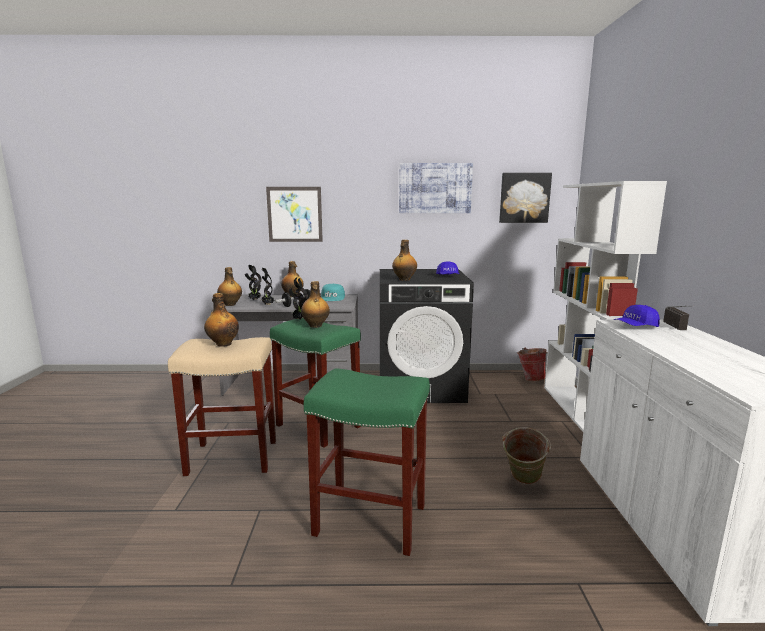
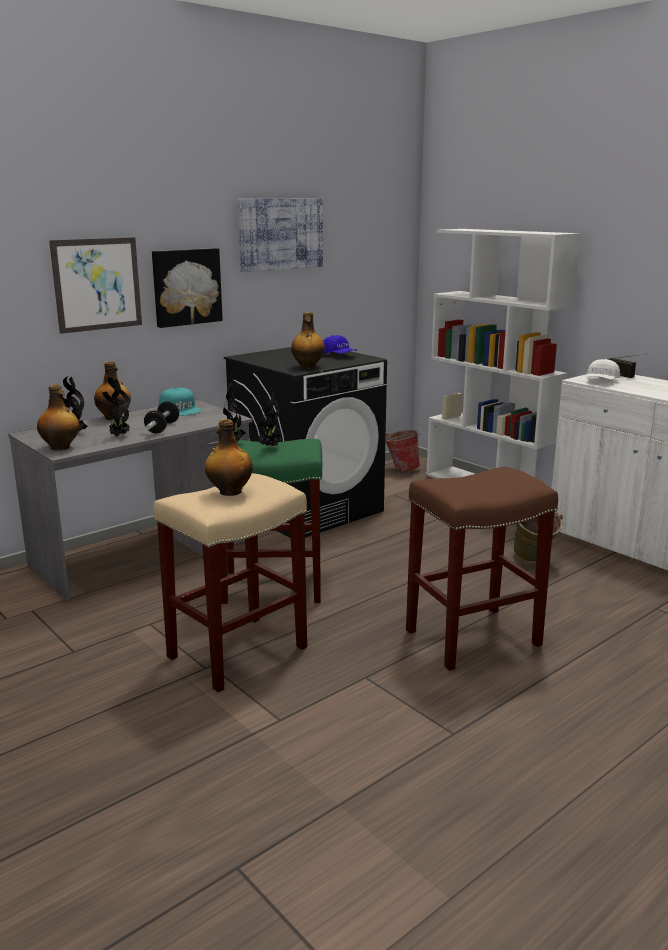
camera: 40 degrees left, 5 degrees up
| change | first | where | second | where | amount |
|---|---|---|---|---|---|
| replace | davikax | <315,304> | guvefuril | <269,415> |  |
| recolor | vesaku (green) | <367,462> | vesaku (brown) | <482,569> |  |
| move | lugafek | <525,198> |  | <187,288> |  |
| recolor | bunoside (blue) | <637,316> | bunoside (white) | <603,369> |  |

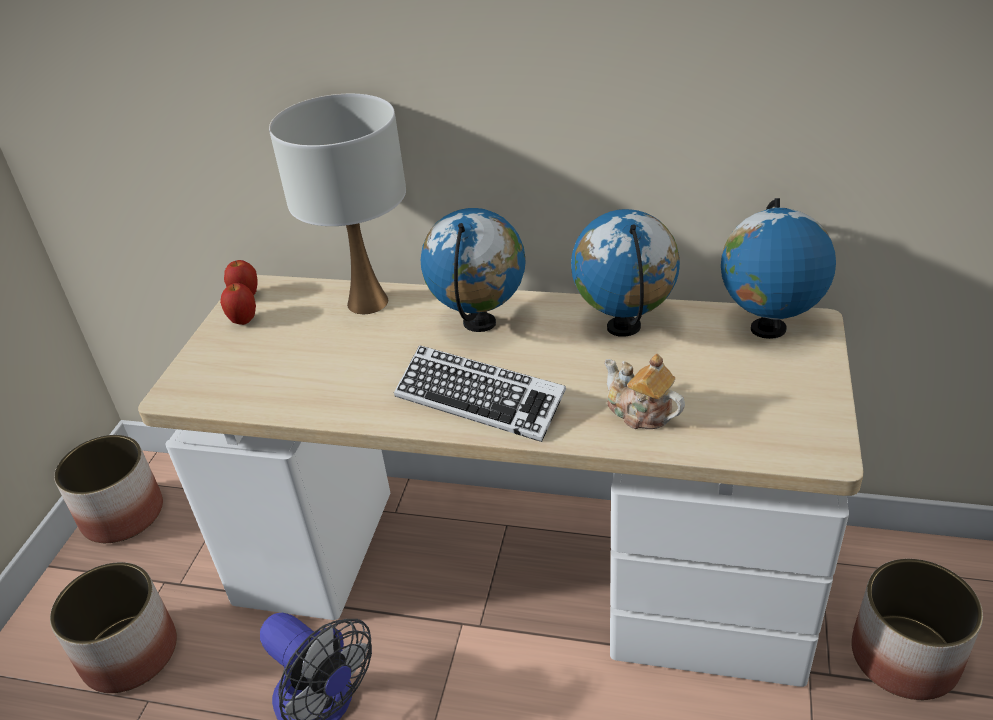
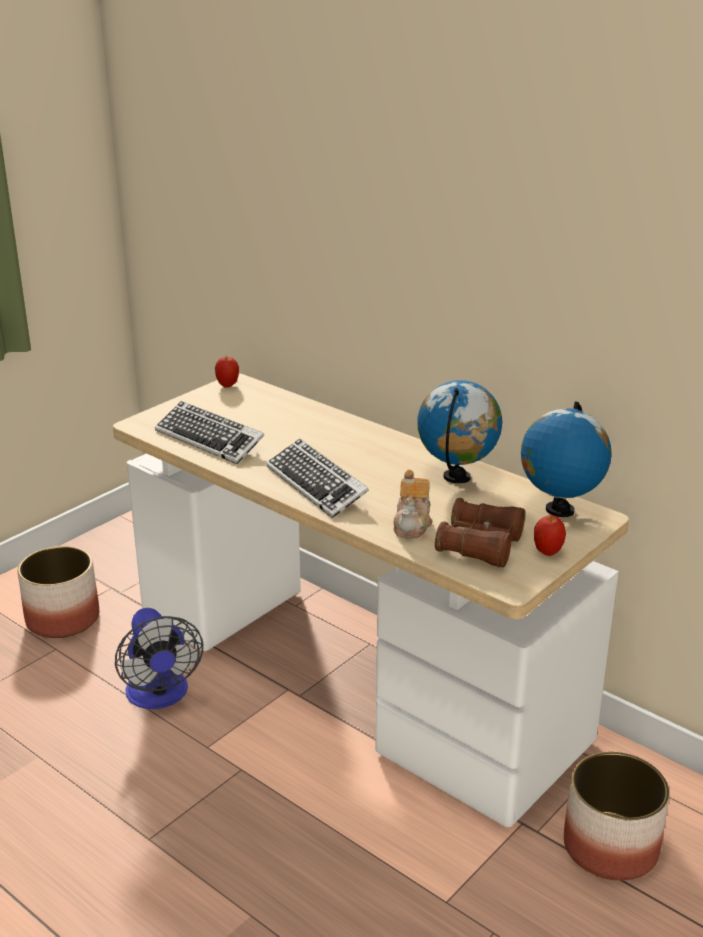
camera: 25 degrees right, 10 degrees down
| change | first | where | second | where | amount |
|---|---|---|---|---|---|
| delete | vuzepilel | <108,489> |  |  |  |
| move | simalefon | <238,304> |  | <550,535> |  |
| delete | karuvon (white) | <337,204> |  |  |  |
| delete | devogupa | <473,270> |  |  |  |
| rotate | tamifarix | <644,391> |  | <413,504> | 150 degrees counterclockwise |
| insert |  |  | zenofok | <209,432> |  |
| insert |  |  | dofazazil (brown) | <480,532> |  |

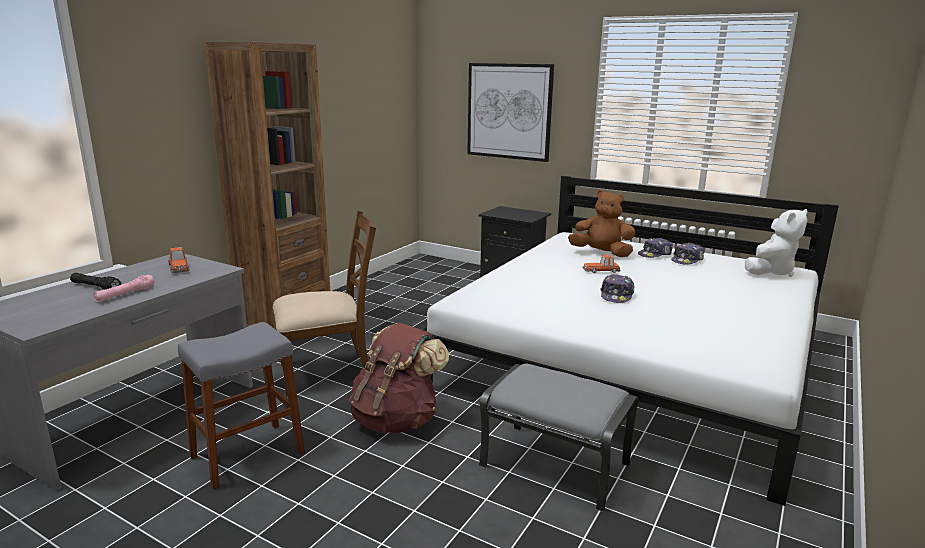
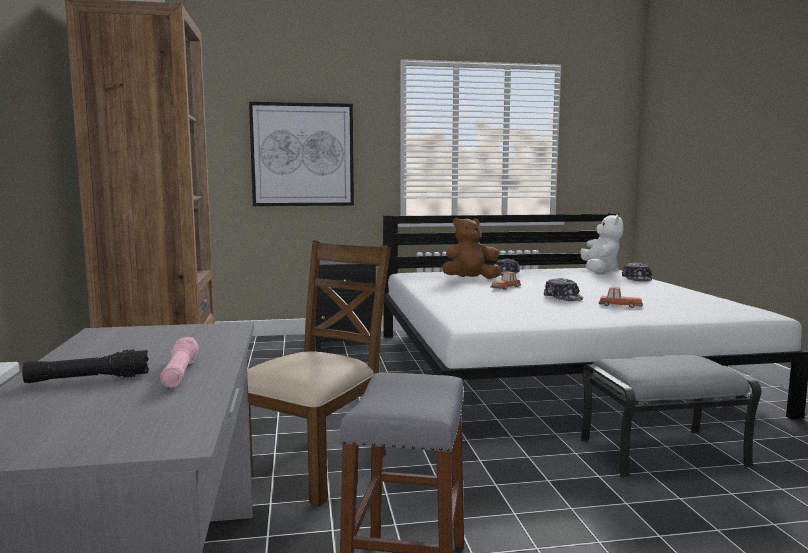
camera: 40 degrees left, 10 degrees down
| change | first | where | second | where | amount |
|---|---|---|---|---|---|
| move | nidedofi | <179,260> |  | <621,297> |  |
| delete | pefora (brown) | <399,378> |  |  |  |
| move | bunoside | <688,254> |  | <637,271> |  |

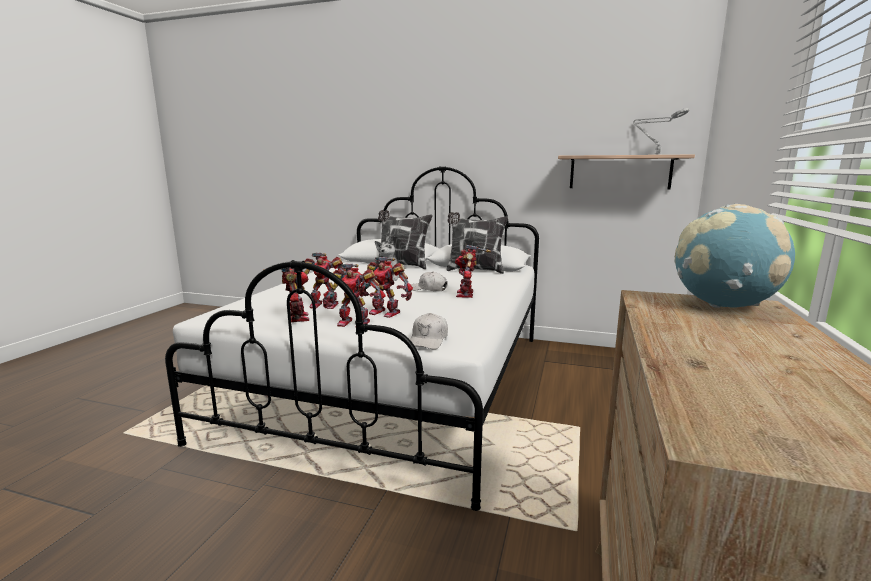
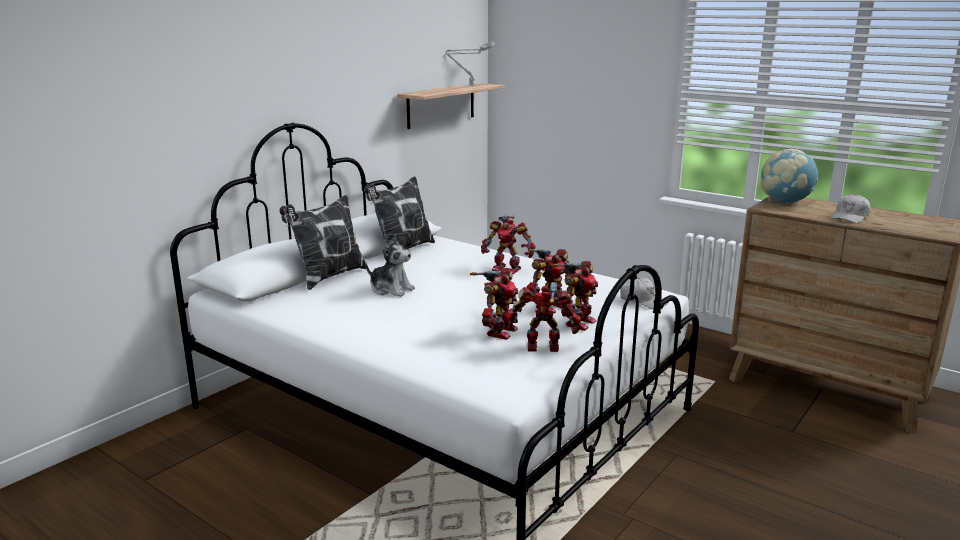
camera: 70 degrees left, 5 degrees up
| change | first | where | second | where | amount |
|---|---|---|---|---|---|
| move | bunoside (white) | <429,281> |  | <851,208> |  |

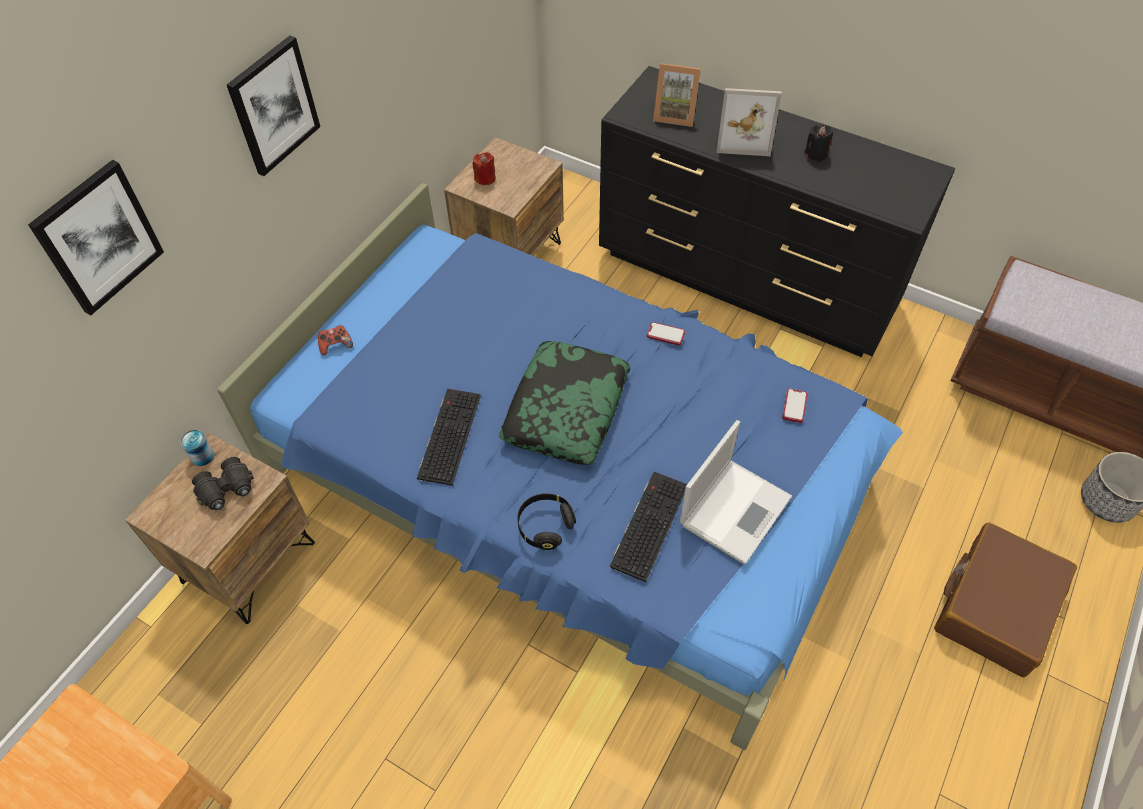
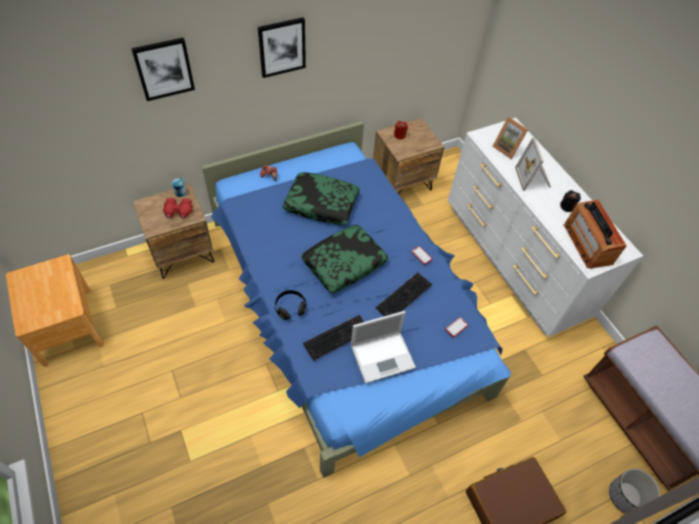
camera: 30 degrees right, 0 degrees up
| change | first | where | second | where | amount |
|---|---|---|---|---|---|
| recolor | dofazazil (black) | <223,483> | dofazazil (red) | <178,208> |  |
| move | zenofok | <449,437> |  | <403,294> |  |
| recolor | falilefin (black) | <777,211> | falilefin (white) | <545,227> |  |
| rotate | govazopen | <749,122> |  | <533,164> | 45 degrees clockwise |
| insert |  |  | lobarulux | <321,198> |  |
| insert |  |  | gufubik | <595,234> |  |

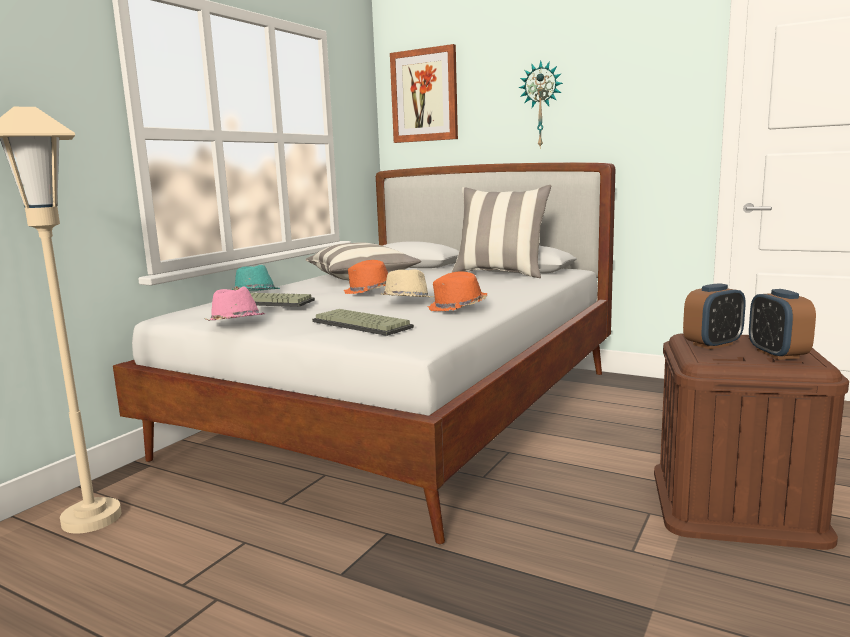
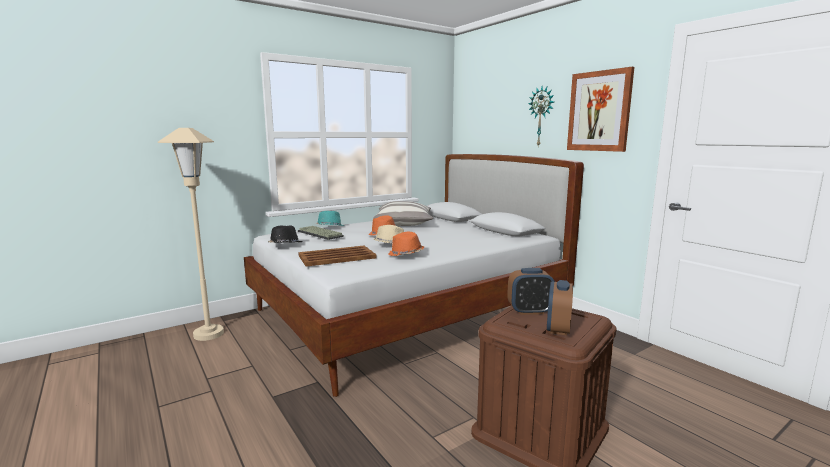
camera: 25 degrees right, 0 degrees up
| change | first | where | second | where | amount |
|---|---|---|---|---|---|
| recolor | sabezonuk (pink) | <235,303> | sabezonuk (black) | <285,234> |  |
| replace | zenofok | <363,322> | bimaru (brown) | <337,256> |  |
| move | lugafek | <424,93> |  | <600,109> |  |
| delete | lobarulux | <501,231> |  |  |  |

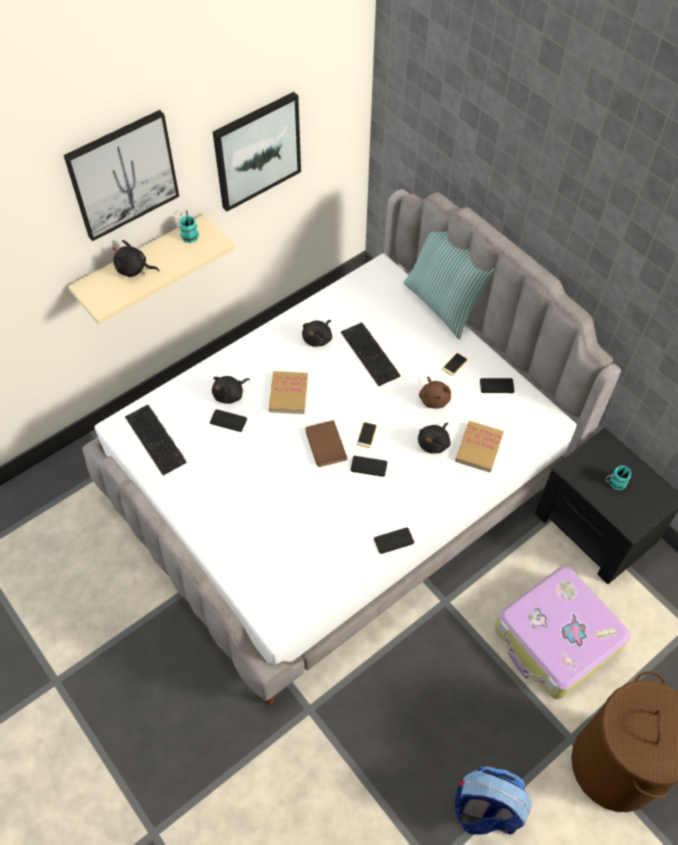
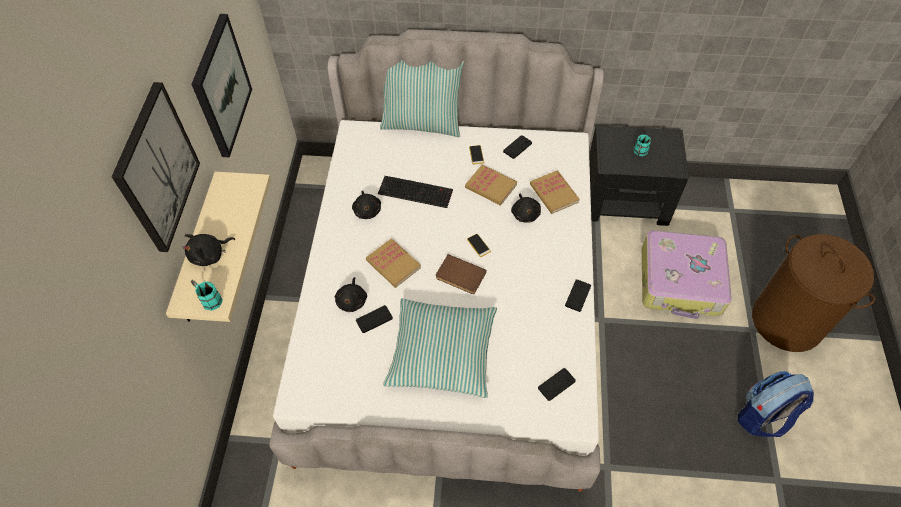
camera: 45 degrees left, 0 degrees up
| change | first | where | second | where | amount |
|---|---|---|---|---|---|
| delete | zenofok | <156,440> |  |  |  |
| move | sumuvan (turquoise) | <189,226> |  | <207,295> |  |
| move | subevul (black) | <368,466> |  | <557,384> |  |
| replace | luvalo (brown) | <435,392> | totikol | <491,185> |  |
| insert |  |  | lobarulux | <440,348> |  |

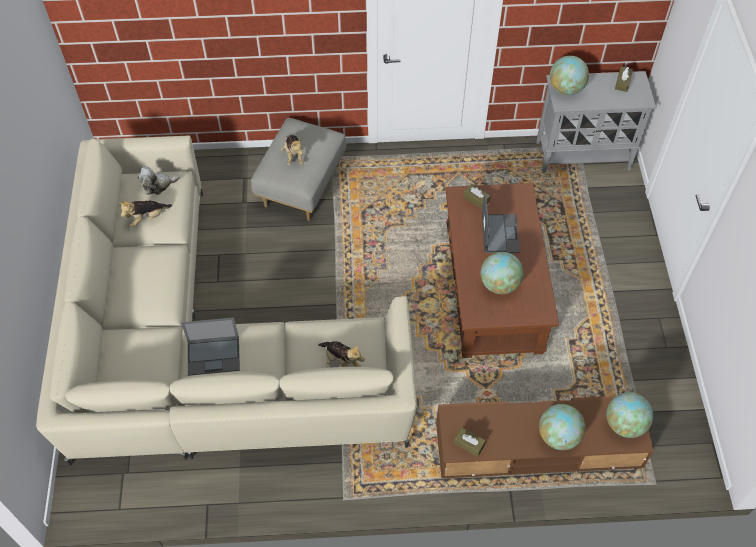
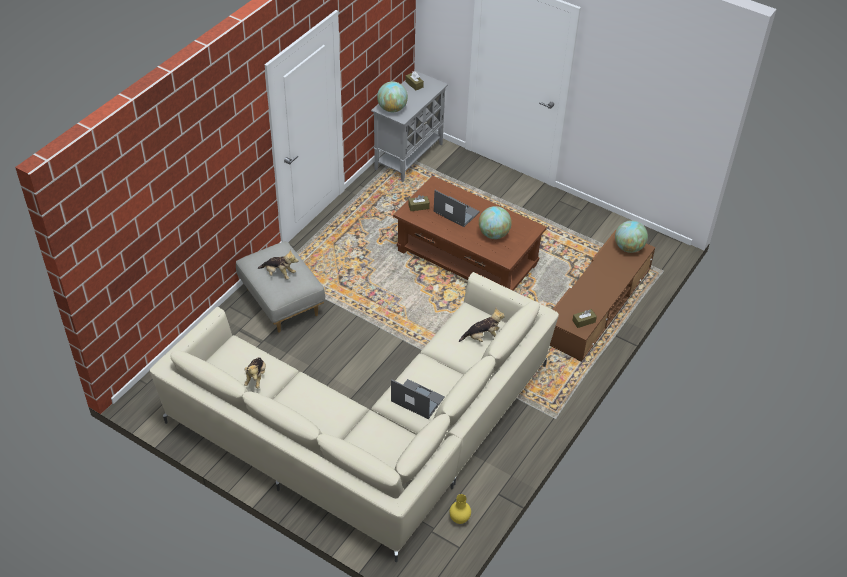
camera: 55 degrees left, 10 degrees down
| change | first | where | second | where | amount |
|---|---|---|---|---|---|
| delete | luvalo | <159,180> |  |  |  |
| rotate | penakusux | <210,346> |  | <418,399> | 90 degrees counterclockwise |
| delete | devogupa | <562,427> |  |  |  |
| insert |  |  | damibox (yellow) | <460,509> |  |

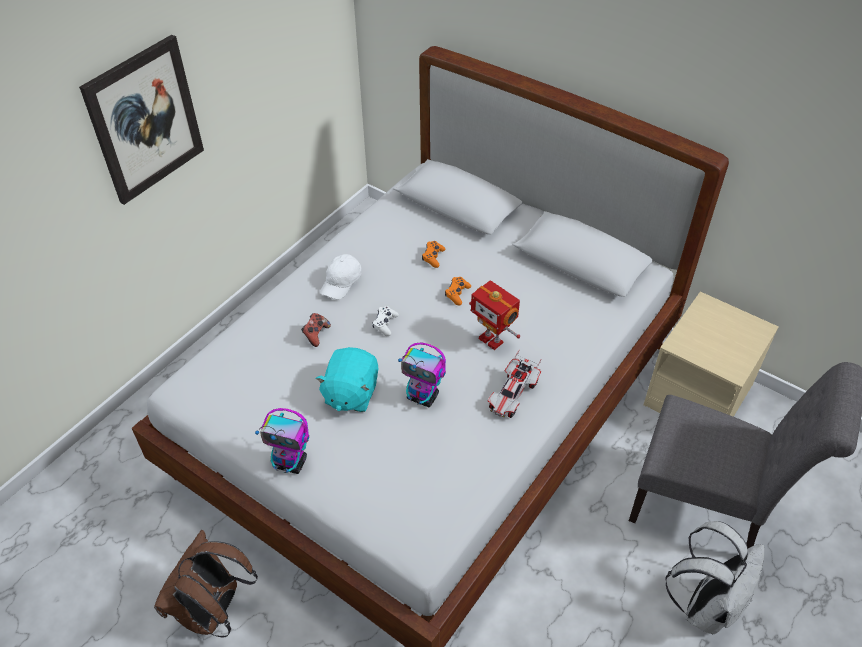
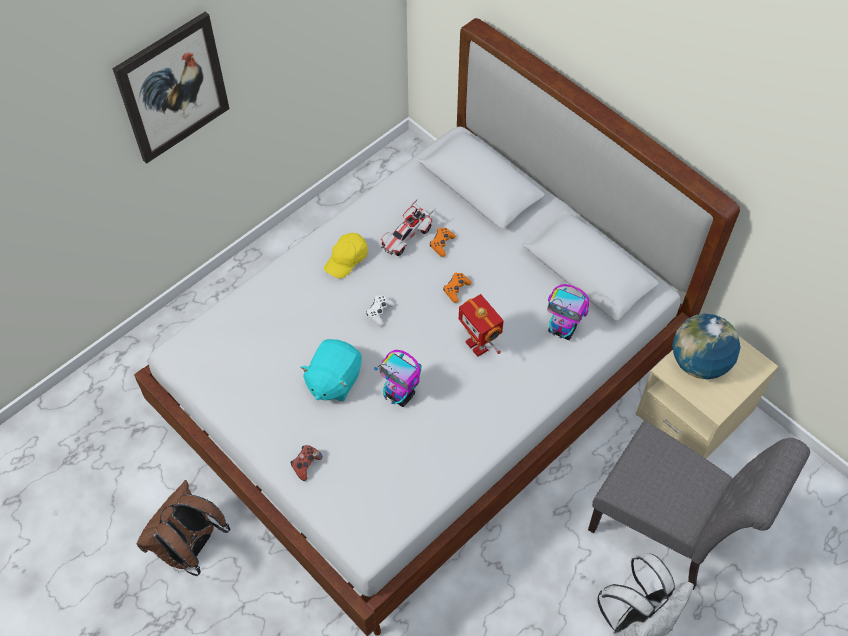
camera: 10 degrees right, 10 degrees up
| change | first | where | second | where | amount |
|---|---|---|---|---|---|
| move | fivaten | <282,441> |  | <568,312> |  |
| move | subevul | <316,330> |  | <307,463> |  |
| recolor | bunoside (white) | <341,276> | bunoside (yellow) | <346,255> |  |
| move | nidedofi | <514,383> |  | <407,227> |  |
| insert |  |  | devogupa | <706,346> |  |

